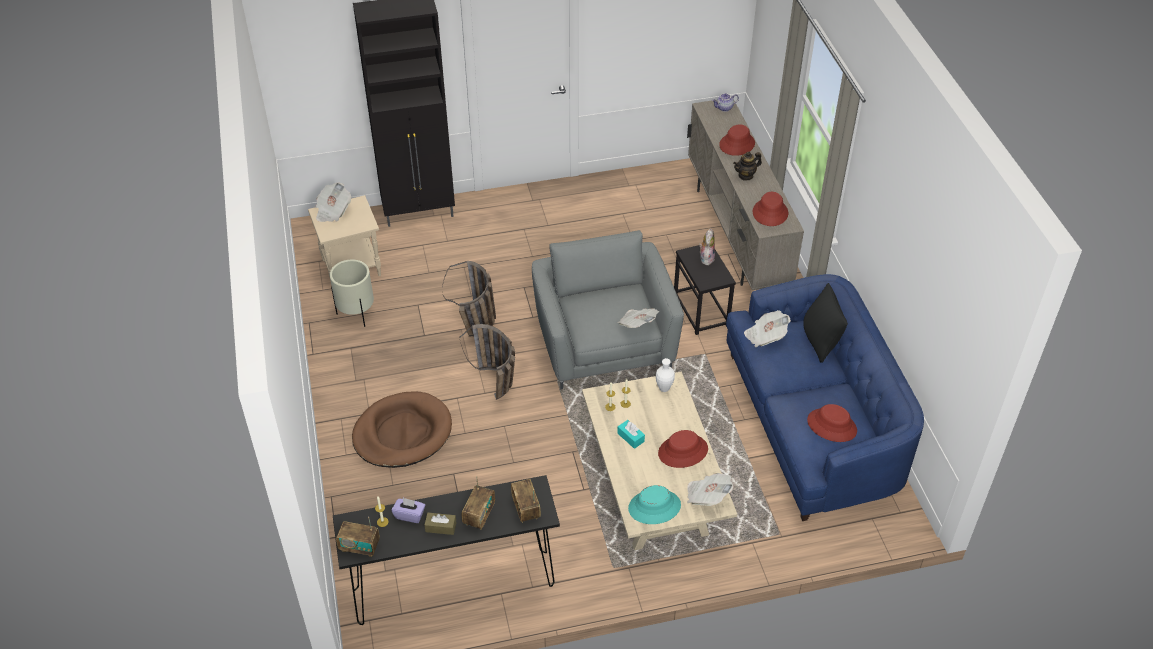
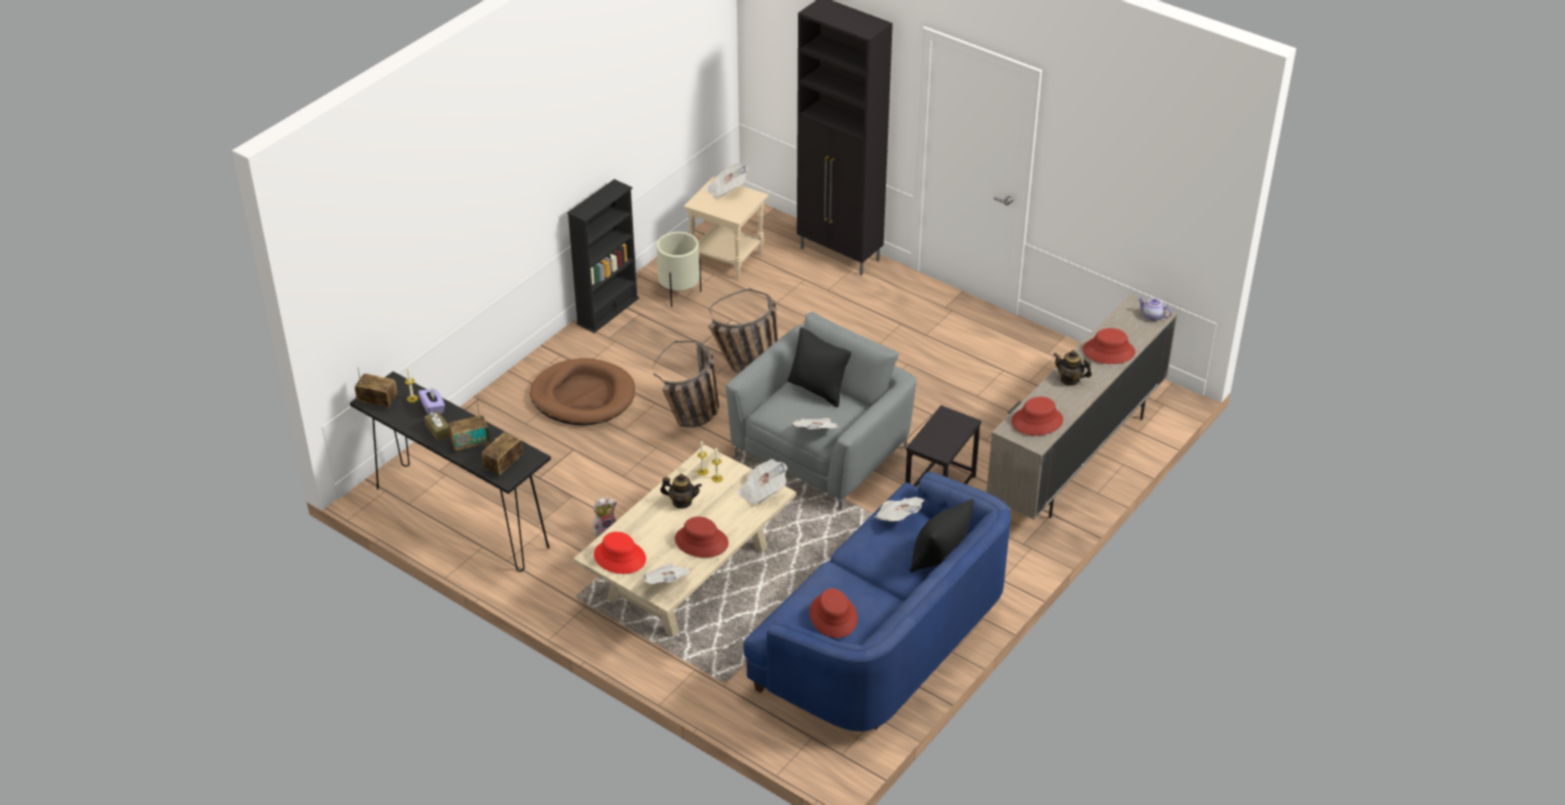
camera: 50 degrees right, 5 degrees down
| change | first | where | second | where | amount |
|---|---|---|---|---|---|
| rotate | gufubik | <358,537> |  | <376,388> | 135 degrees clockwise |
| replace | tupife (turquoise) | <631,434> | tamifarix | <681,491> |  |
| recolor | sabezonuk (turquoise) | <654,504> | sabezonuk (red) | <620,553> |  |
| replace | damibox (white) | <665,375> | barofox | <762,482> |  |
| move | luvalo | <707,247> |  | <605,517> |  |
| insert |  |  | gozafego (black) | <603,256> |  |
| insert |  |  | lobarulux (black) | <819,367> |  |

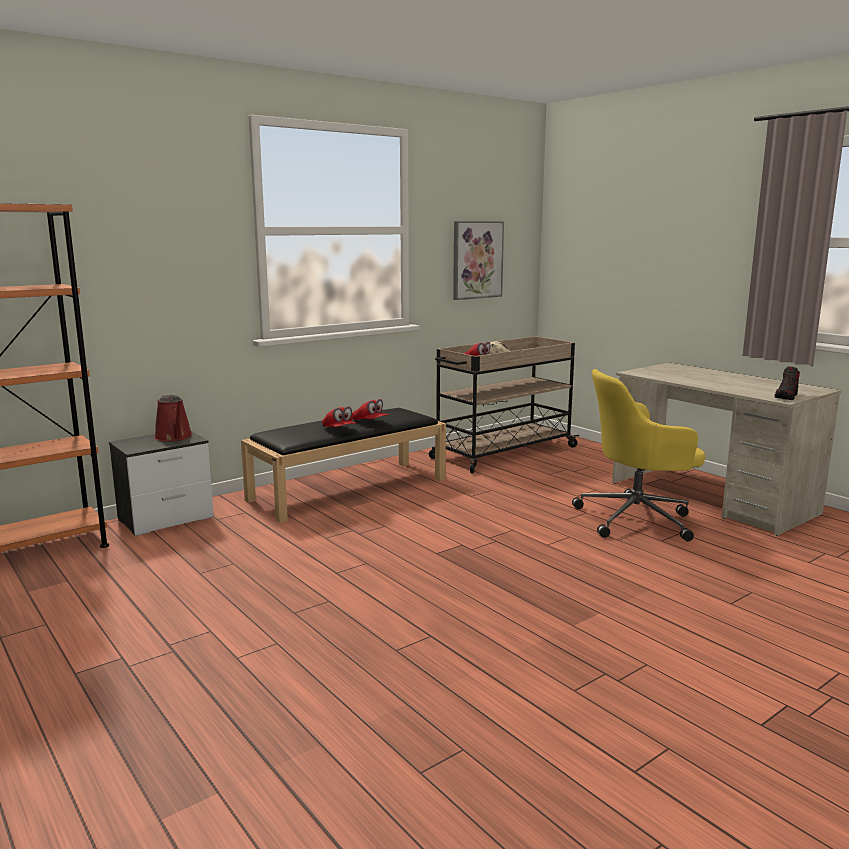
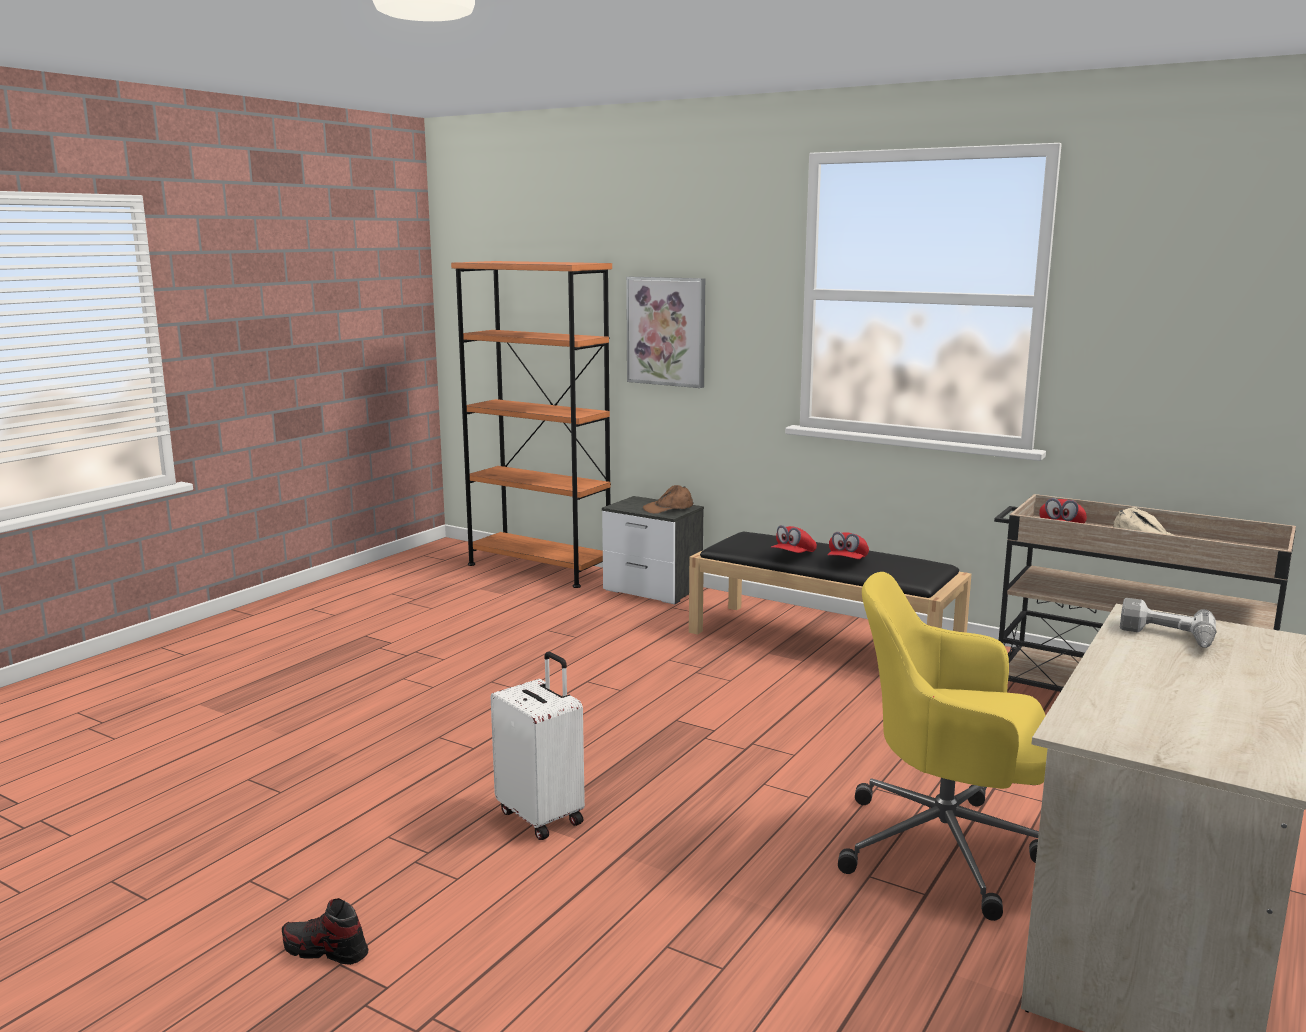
camera: 70 degrees right, 0 degrees up
| change | first | where | second | where | amount |
|---|---|---|---|---|---|
| replace | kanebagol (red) | <173,418> | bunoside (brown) | <668,499> |  |
| move | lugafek | <478,260> |  | <665,332> |  |
| rotate | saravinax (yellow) | <638,455> |  | <942,746> | 45 degrees counterclockwise |
| move | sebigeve | <787,383> |  | <325,931> |  |
| insert |  |  | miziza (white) | <538,746> |  |
| insert |  |  | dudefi | <1168,623> |  |

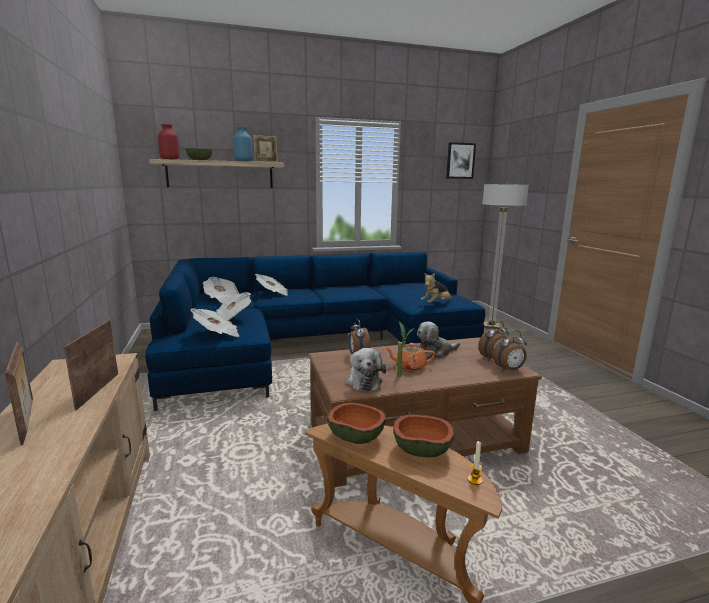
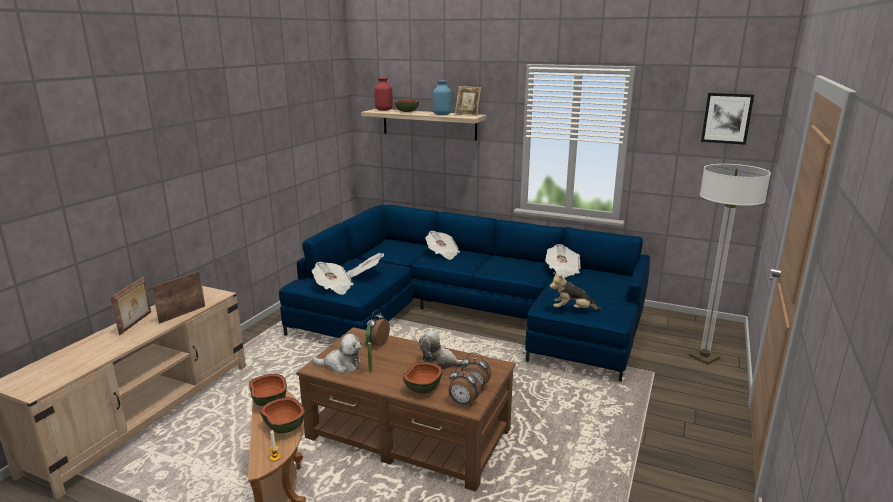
camera: 40 degrees right, 5 degrees up
| change | first | where | second | where | amount |
|---|---|---|---|---|---|
| move | barofox | <221,290> |  | <562,261> |  |
| rotate | luvalo | <366,369> |  | <337,353> | 120 degrees counterclockwise |
| delete | tamifarix (orange) | <410,357> |  |  |  |
| insert |  |  | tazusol | <423,378> |  |

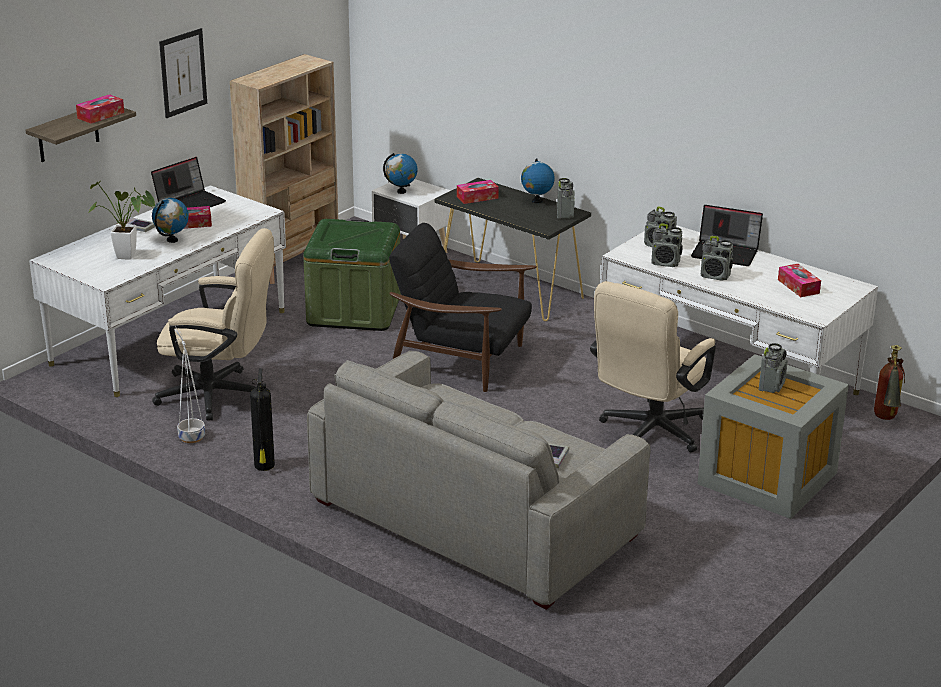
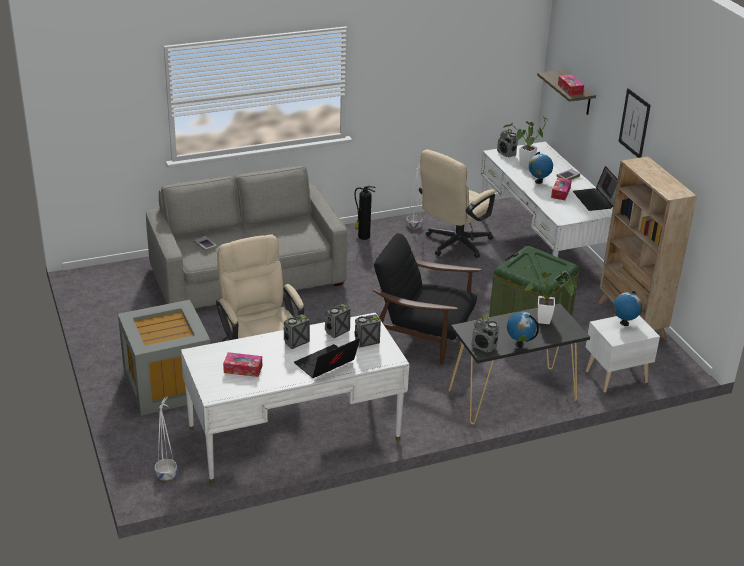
camera: 120 degrees right, 5 degrees up
| change | first | where | second | where | amount |
|---|---|---|---|---|---|
| rotate | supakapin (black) | <463,307> |  | <427,299> | 120 degrees counterclockwise |
| replace | tupife | <478,192> | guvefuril | <550,294> |  |
| move | gufubik | <773,368> |  | <507,143> |  |
| replace | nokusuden | <889,382> | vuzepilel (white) | <166,438> |  |

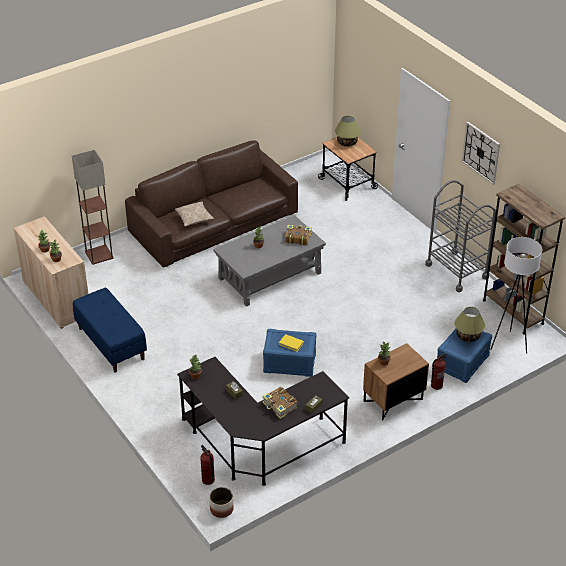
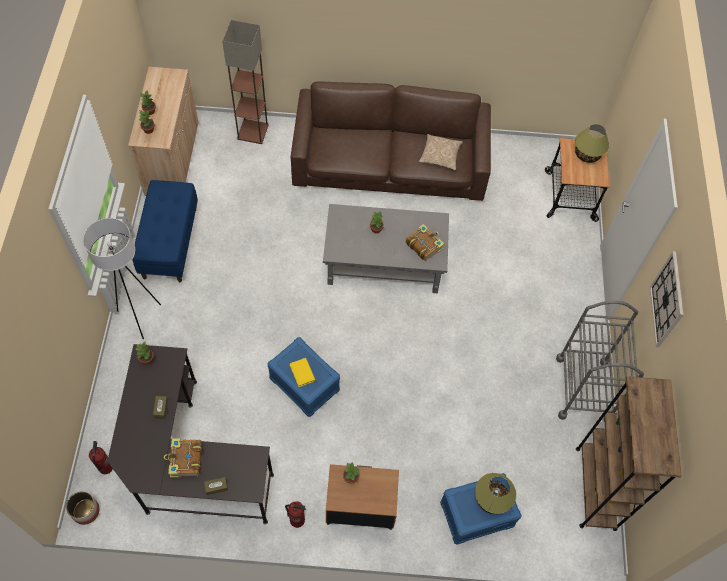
camera: 35 degrees right, 20 degrees up
| change | first | where | second | where | amount |
|---|---|---|---|---|---|
| move | lobarulux | <194,214> |  | <441,152> |  |
| move | nokusuden | <439,371> |  | <295,514> |  |
| move | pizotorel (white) | <516,295> |  | <122,278> |  |

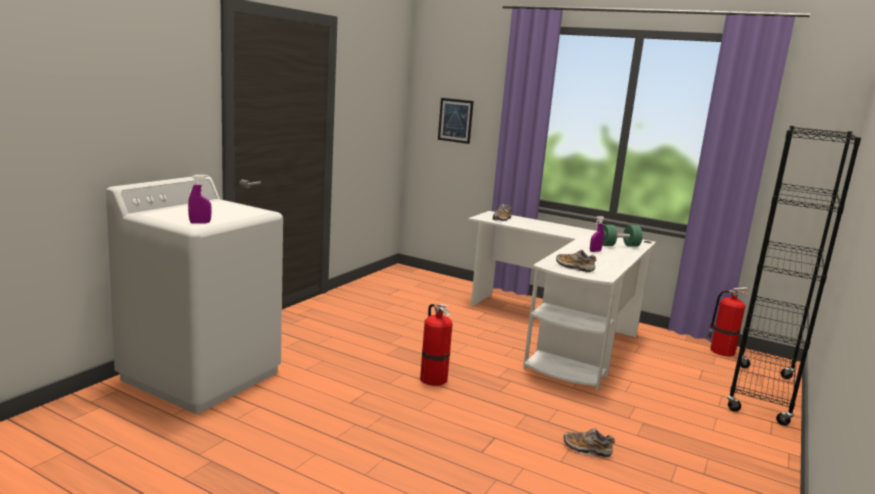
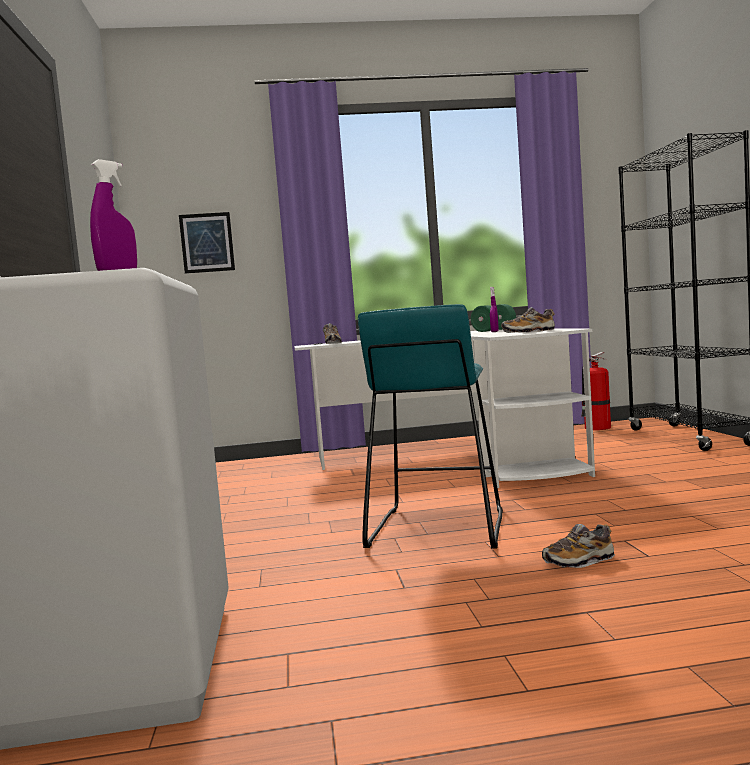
camera: 35 degrees left, 10 degrees down
| change | first | where | second | where | amount |
|---|---|---|---|---|---|
| replace | nokusuden | <436,345> | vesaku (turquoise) | <430,426> |  |
| move | sebigeve | <589,443> |  | <578,546> |  |

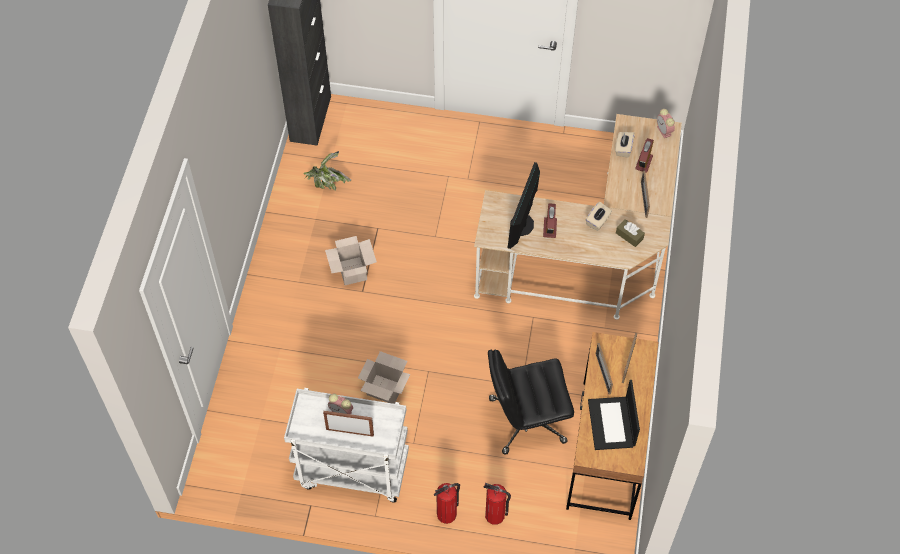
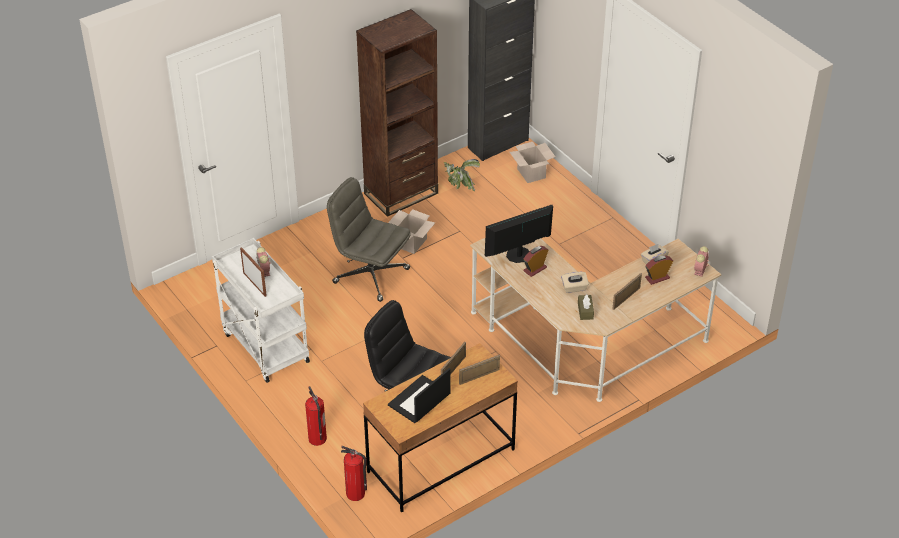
camera: 45 degrees right, 15 degrees down
| change | first | where | second | where | amount |
|---|---|---|---|---|---|
| move | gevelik | <384,377> |  | <533,162> |  |
| move | nokusuden | <447,503> |  | <354,473> |  |
| insert |  |  | saravinax (grey) | <369,239> |  |
| insert |  |  | gozafego (brown) | <397,113> |  |

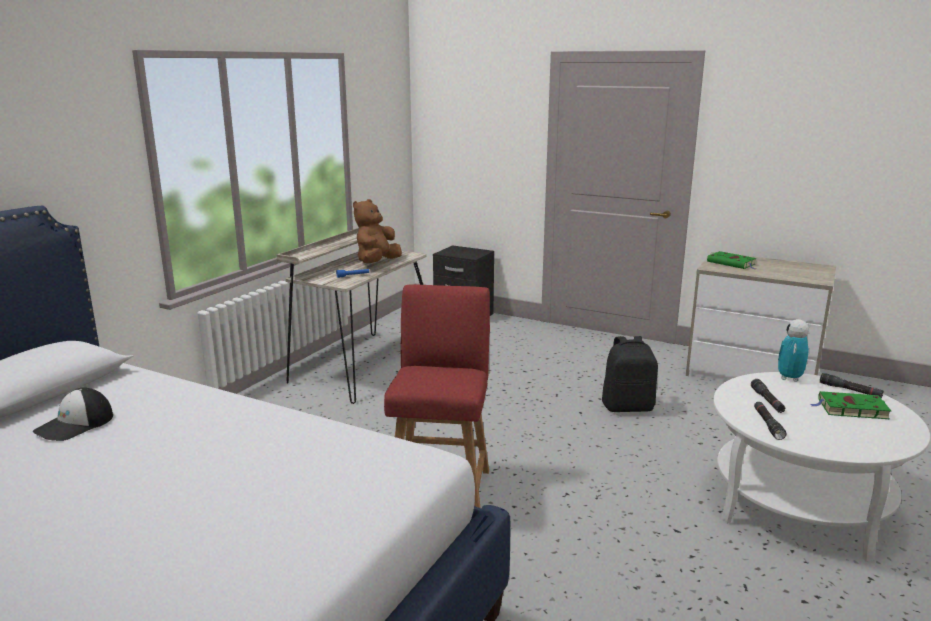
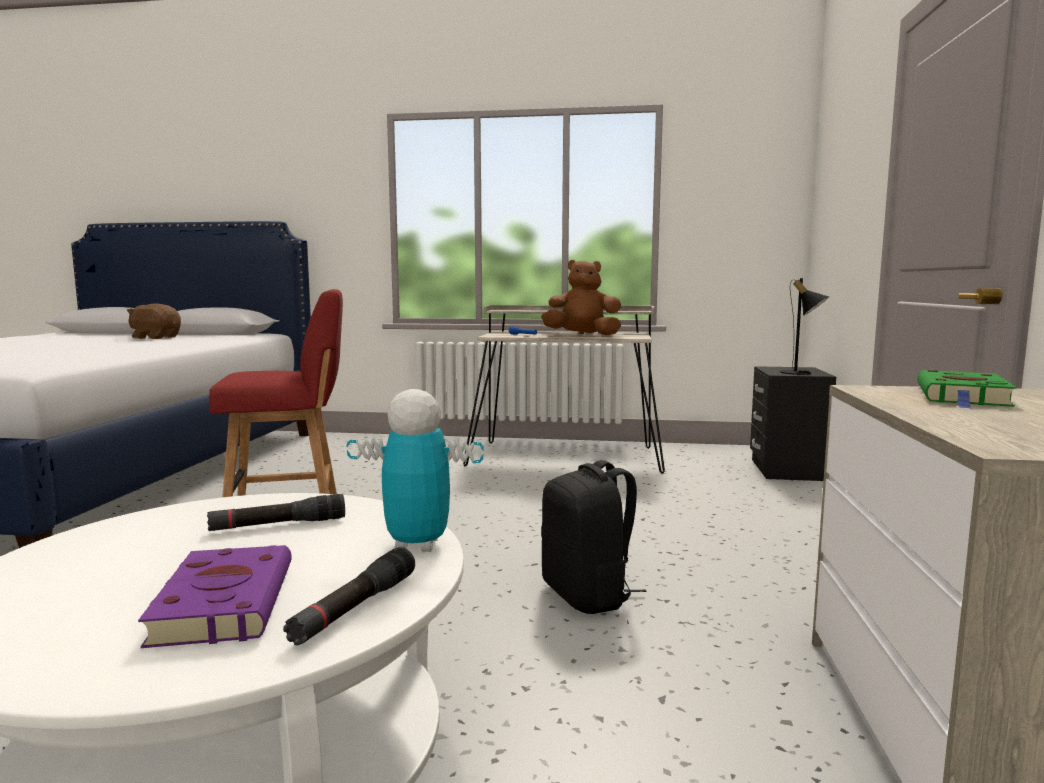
camera: 70 degrees right, 10 degrees down
| change | first | where | second | where | amount |
|---|---|---|---|---|---|
| replace | bunoside | <73,414> | luvalo (brown) | <154,321> |  |
| delete | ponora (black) | <770,421> |  |  |  |
| recolor | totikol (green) | <850,405> | totikol (purple) | <215,596> |  |
| insert |  |  | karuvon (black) | <804,326> |  |

